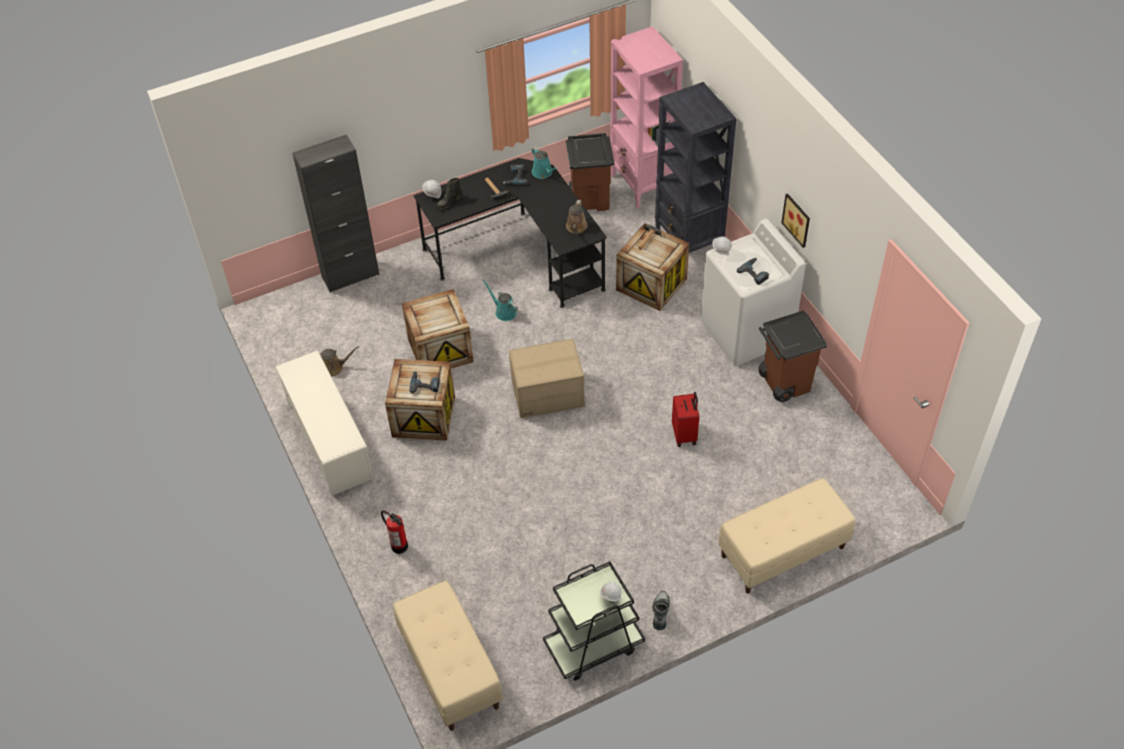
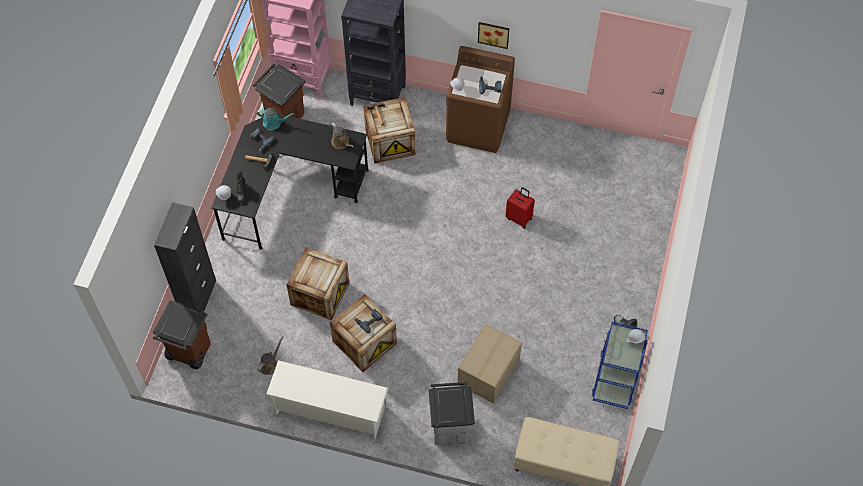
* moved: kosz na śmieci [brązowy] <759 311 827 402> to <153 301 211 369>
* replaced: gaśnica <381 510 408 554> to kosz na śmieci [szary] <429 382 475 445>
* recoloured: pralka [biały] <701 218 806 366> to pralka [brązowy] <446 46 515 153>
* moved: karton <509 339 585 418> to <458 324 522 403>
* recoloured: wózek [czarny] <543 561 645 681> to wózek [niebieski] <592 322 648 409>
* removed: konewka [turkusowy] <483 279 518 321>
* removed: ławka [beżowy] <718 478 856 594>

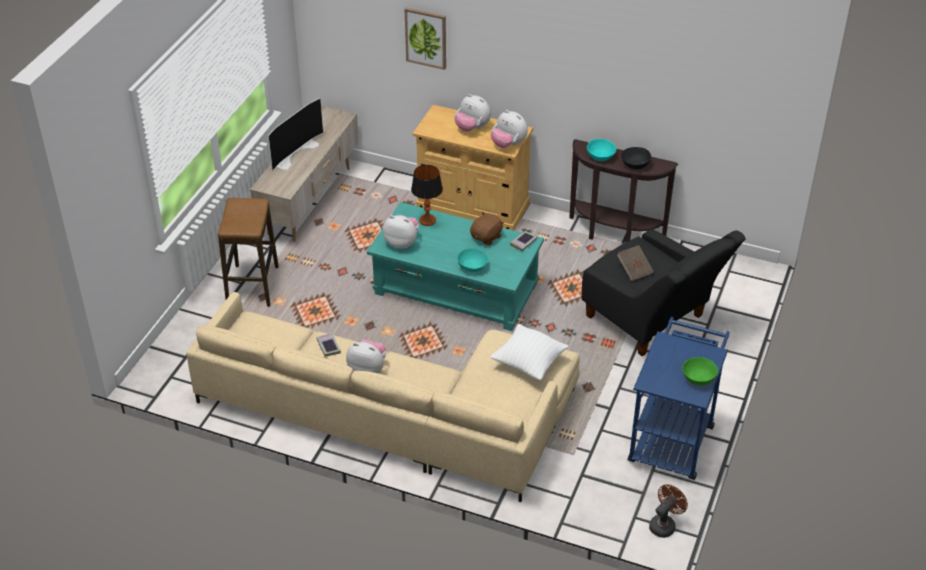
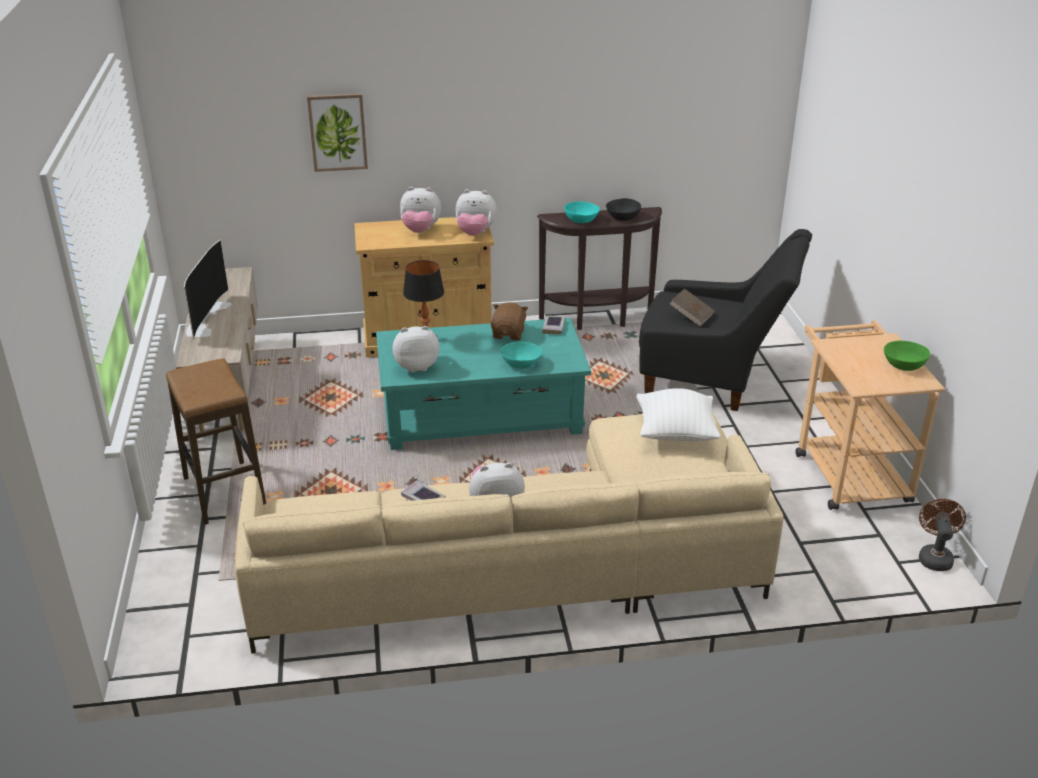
* recoloured: wózek [niebieski] <628 317 729 480> to wózek [beżowy] <795 320 945 510>

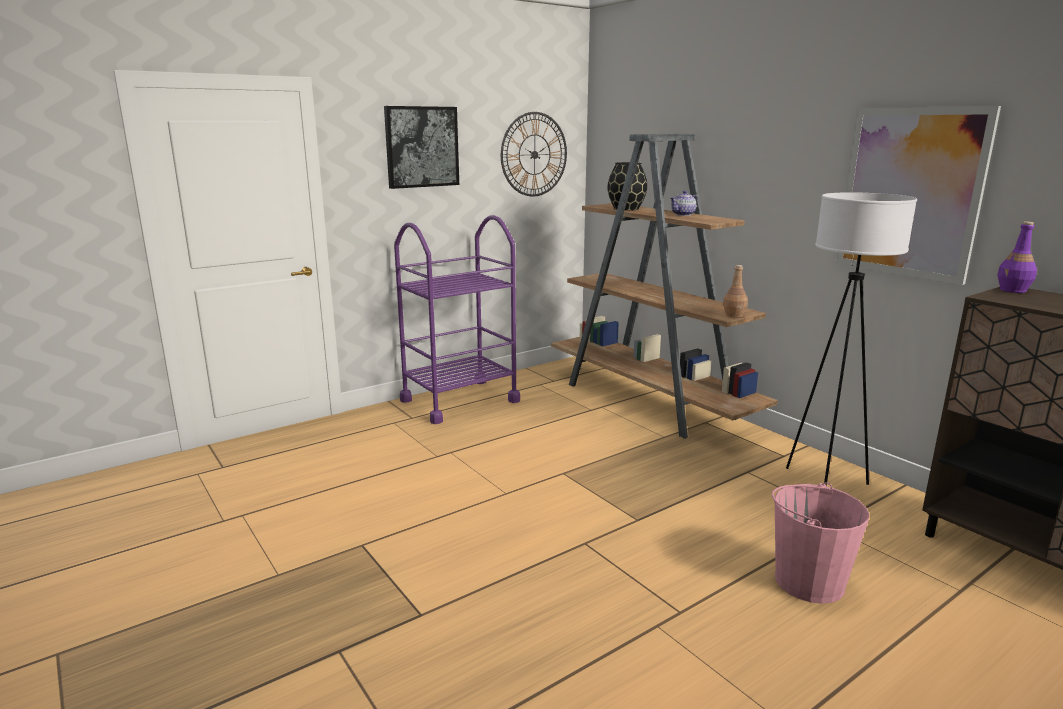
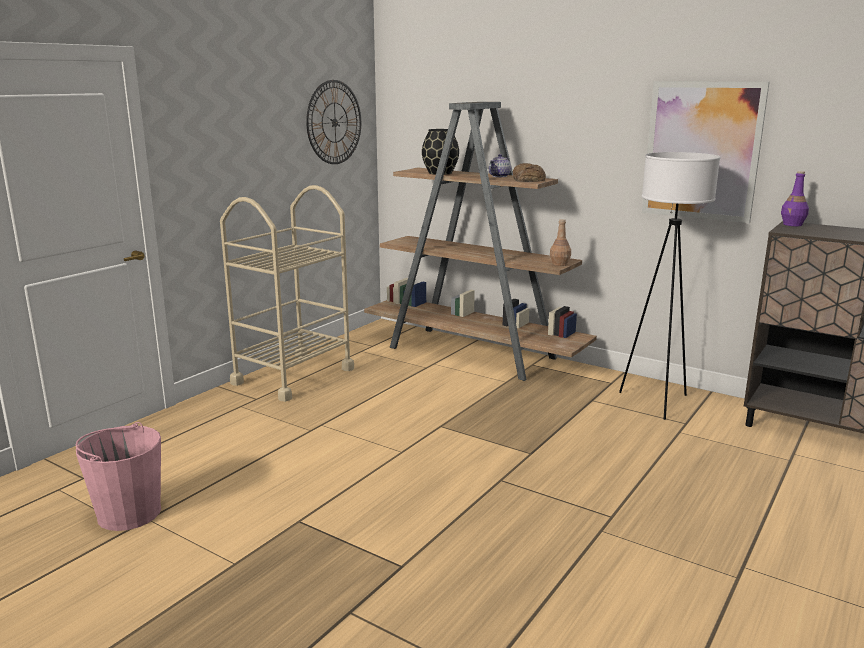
* moved: wiadro [różowy] <772 482 870 604> to <76 422 161 531>
* recoloured: wózek [fioletowy] <394 215 520 424> to wózek [beżowy] <220 185 354 402>
* added: chleb <513 163 546 182>
* removed: obraz <384 106 459 189>

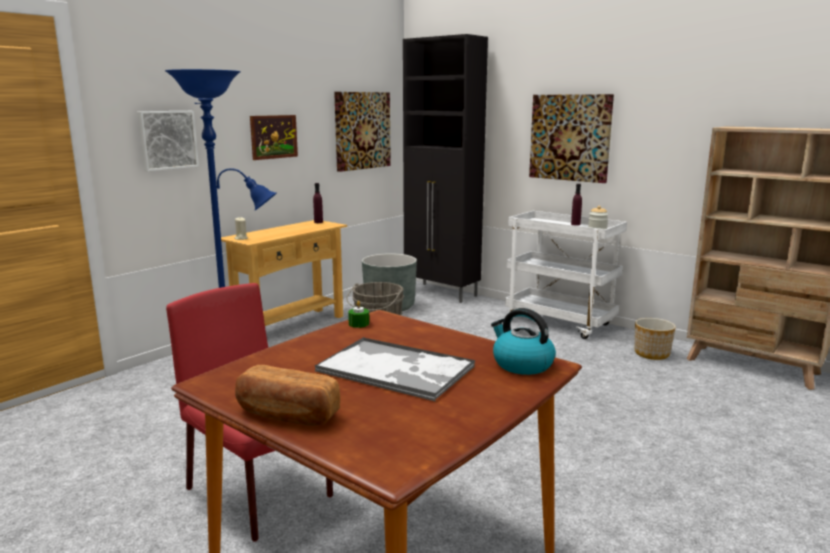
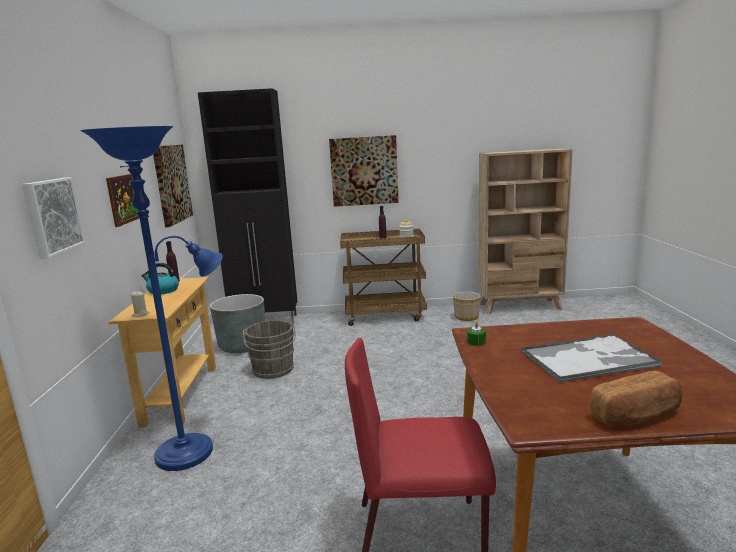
* moved: czajnik <491 308 556 375> to <141 263 179 294>
* recoloured: wózek [biały] <505 211 627 339> to wózek [brązowy] <340 229 427 326>

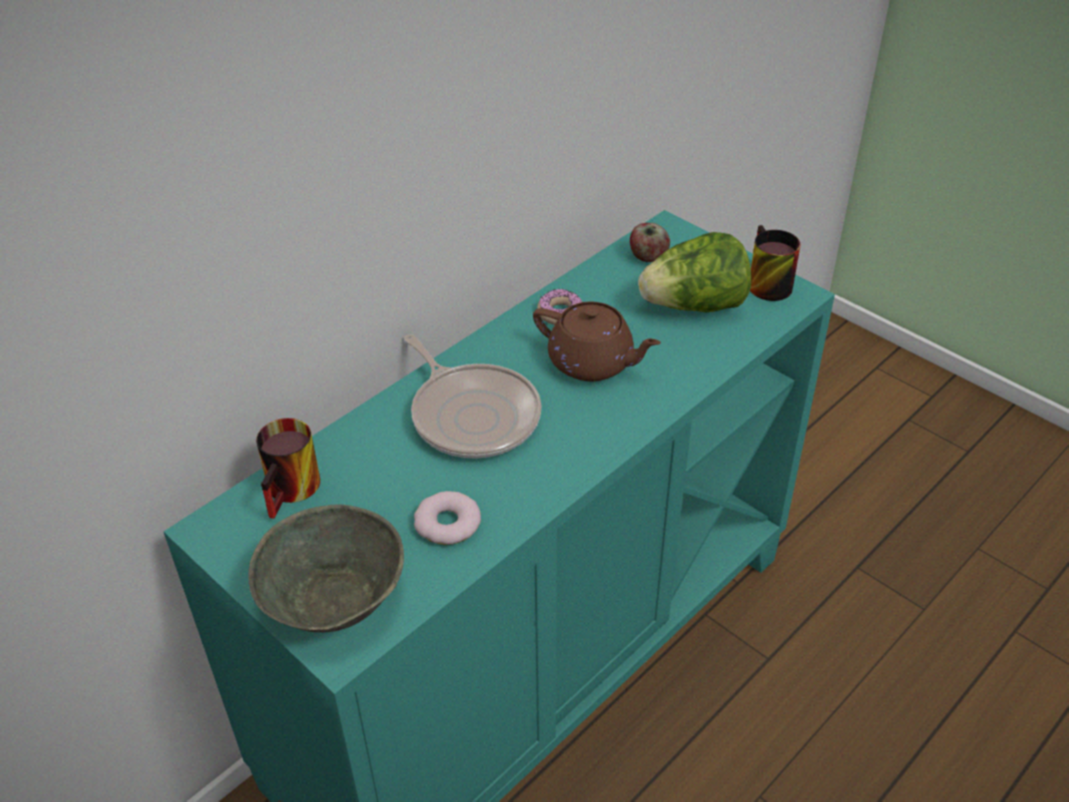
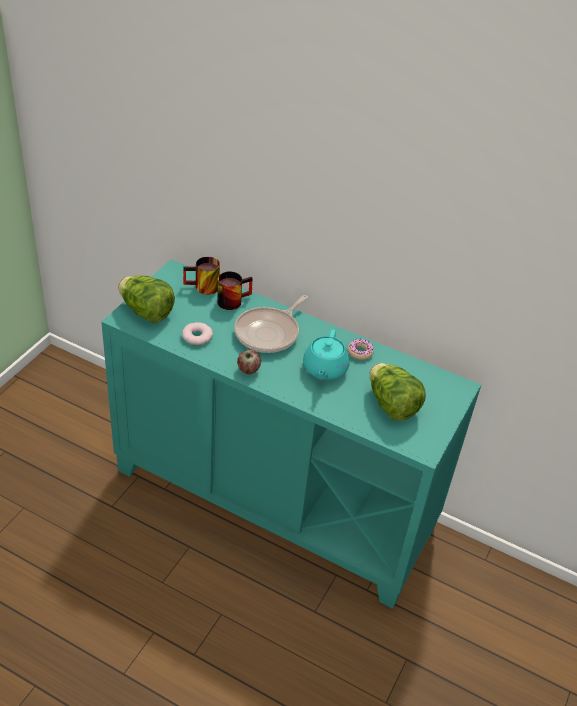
* replaced: miska [szary] <248 504 404 633> to sałata <118 276 175 323>
* moved: kubek <750 225 800 301> to <217 271 253 310>
* moved: jabłko <630 223 670 262> to <237 350 261 374>
* recoloured: imbryk [brązowy] <533 302 661 382> to imbryk [turkusowy] <303 329 350 380>

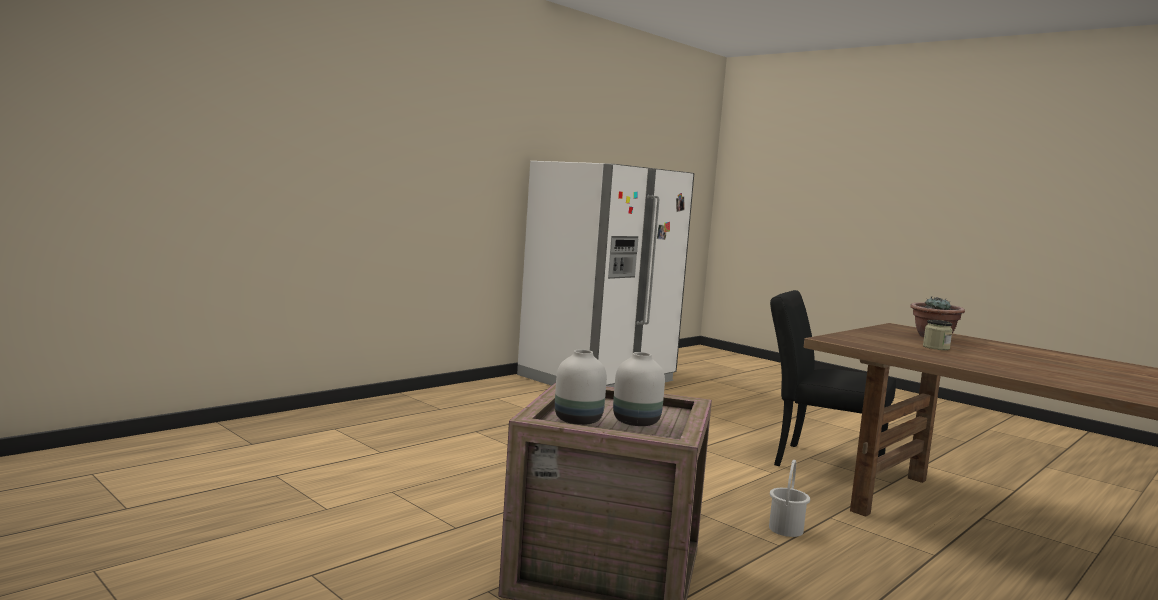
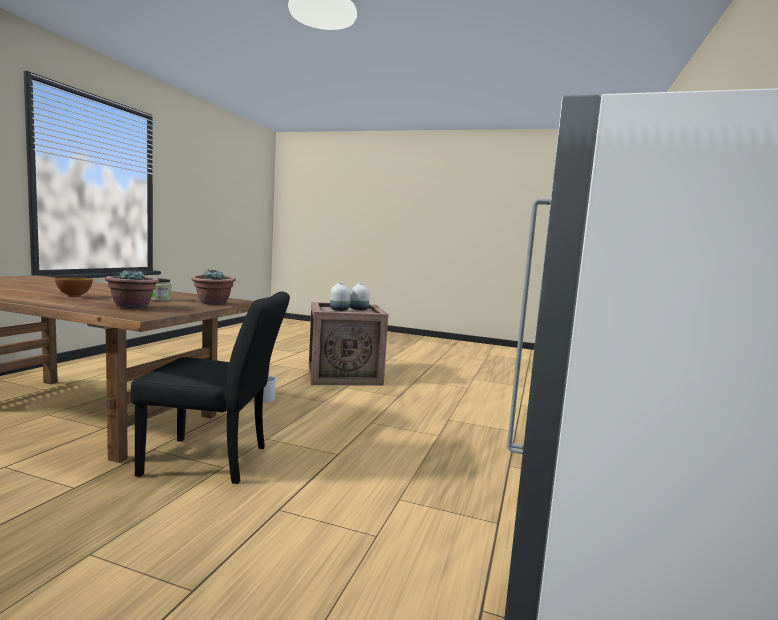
* added: miska <55 277 93 297>
* added: roślina doniczkowa <191 269 236 305>

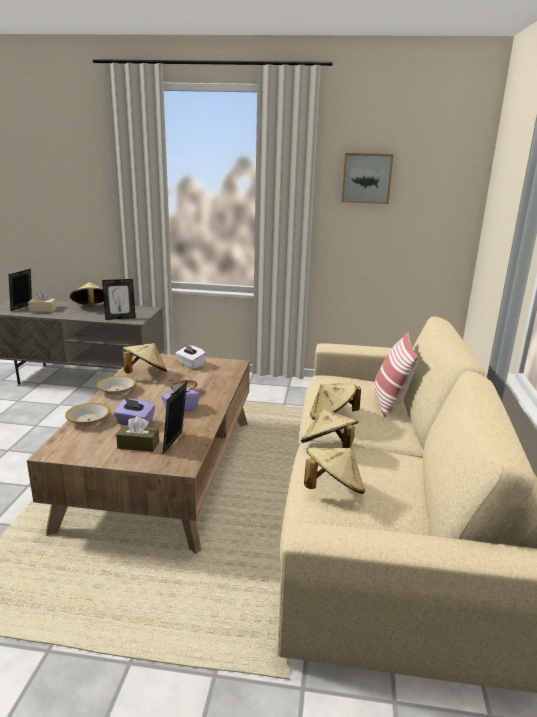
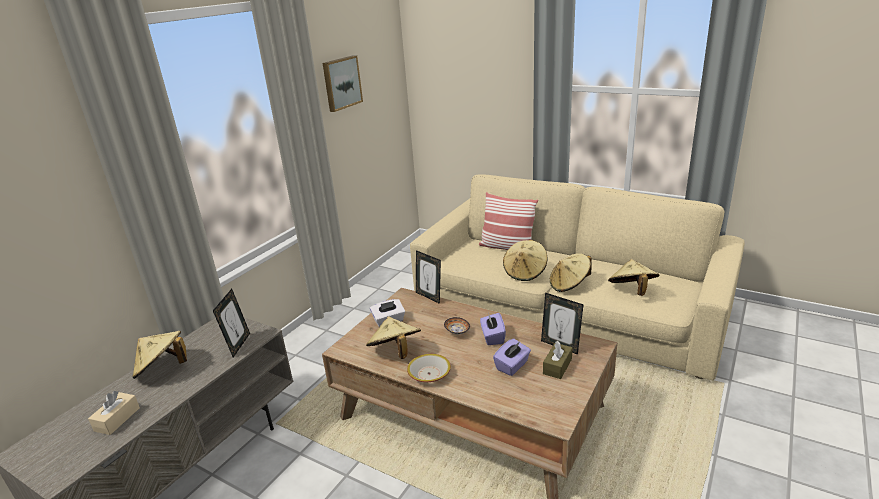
* moved: ramka na zdjęcie <9 269 32 311> to <416 250 441 304>
* removed: miska <65 403 110 426>

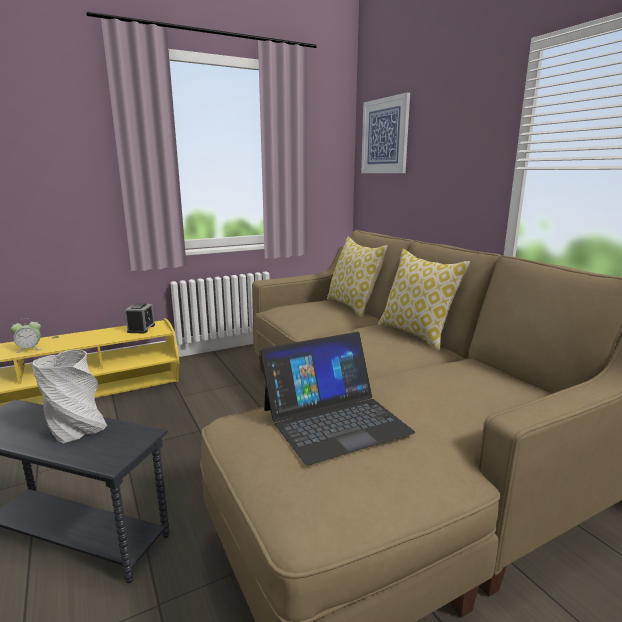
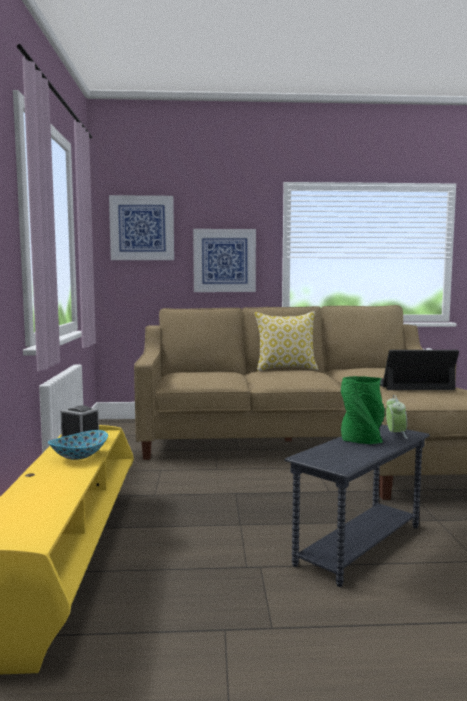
* added: miska <48 430 108 460>
* added: obraz <193 229 256 292>
* recoloured: wazon [szary] <32 349 107 444> to wazon [zielony] <341 376 385 444>
* turned: laptop <260 332 415 465> = <380 350 459 390> 90 degrees counterclockwise
* moved: budzik <10 318 41 353> to <386 395 407 439>
* removed: poduszka <327 237 388 317>

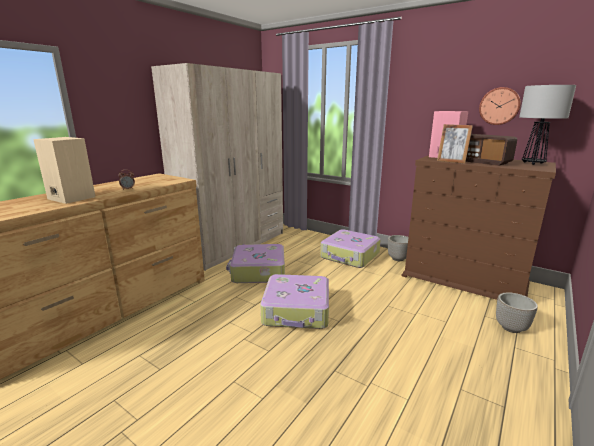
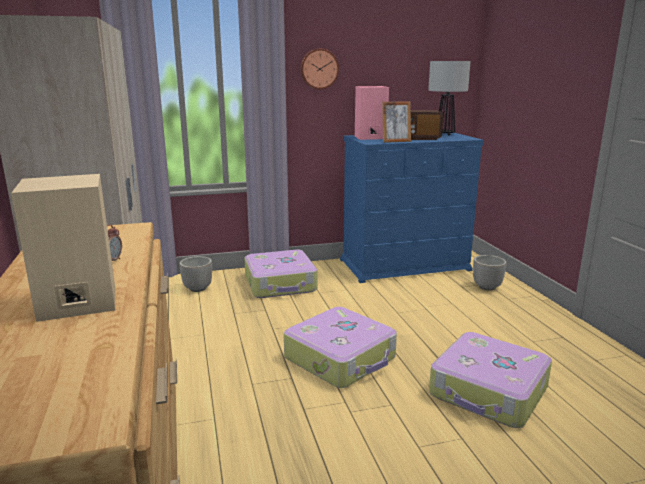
* moved: donica <388 235 408 261> to <179 256 212 292>
* moved: zegar ścienny <479 87 521 125> to <300 48 339 89>
* recoloured: komoda [brązowy] <402 155 556 300> to komoda [niebieski] <340 133 484 283>
* moved: walizka <226 244 285 283> to <429 332 552 428>

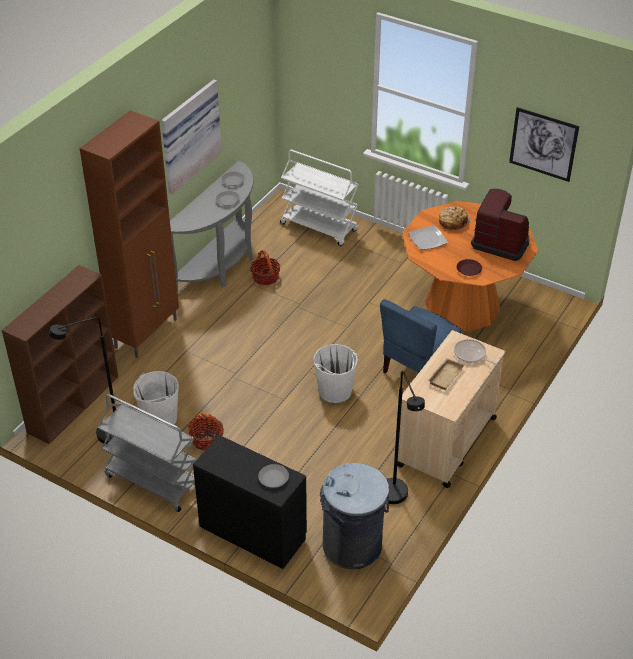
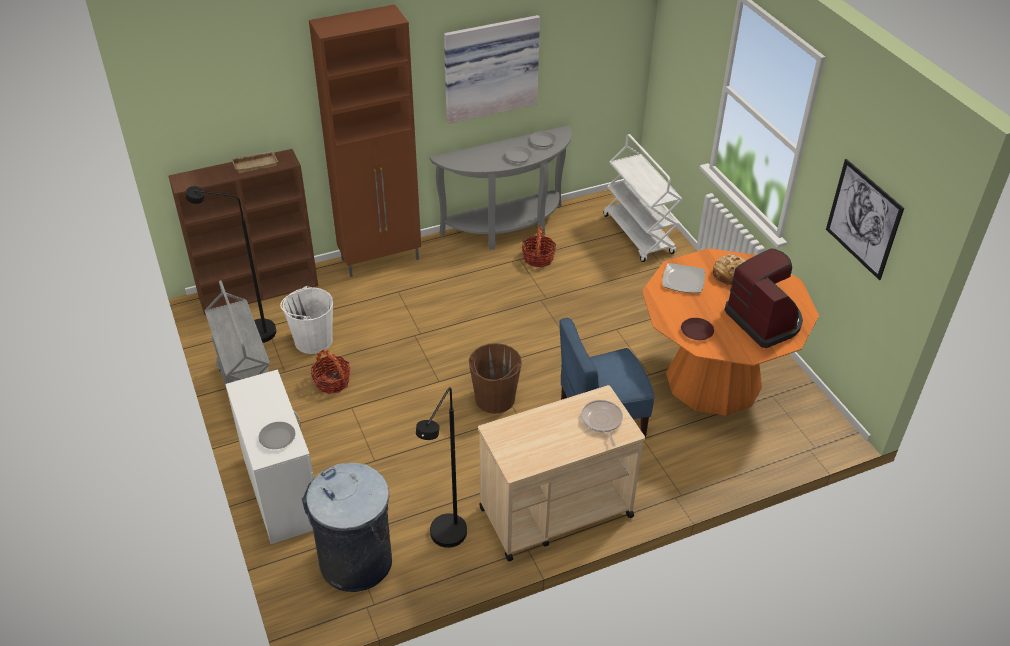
* recoloured: komoda [czarny] <193 435 307 569> to komoda [biały] <226 369 314 544>
* moved: taca [beżowy] <428 358 464 390> to <231 151 278 173>
* recoloured: wiadro [biały] <313 344 358 403> to wiadro [brązowy] <469 343 522 414>

